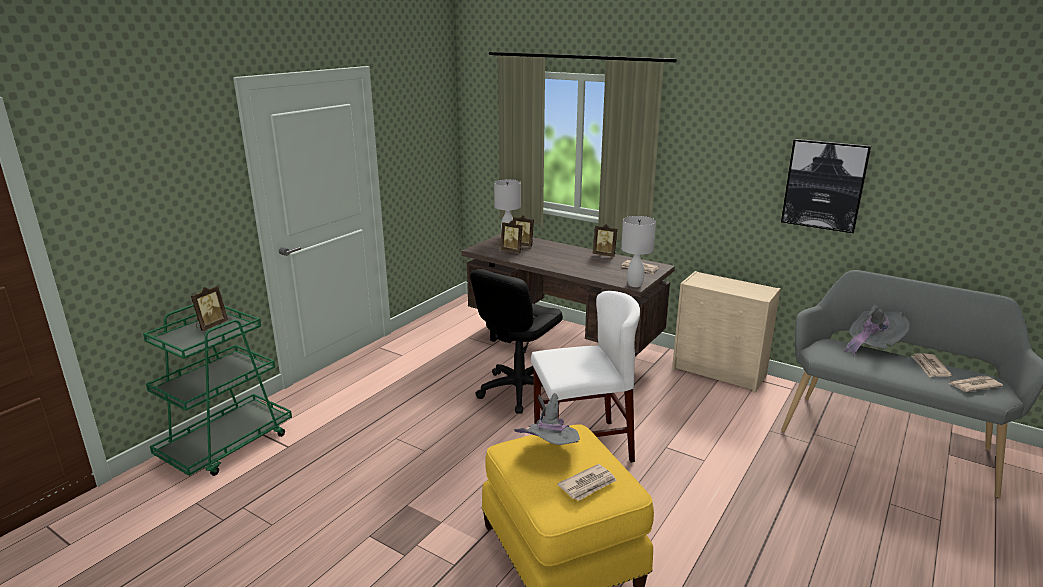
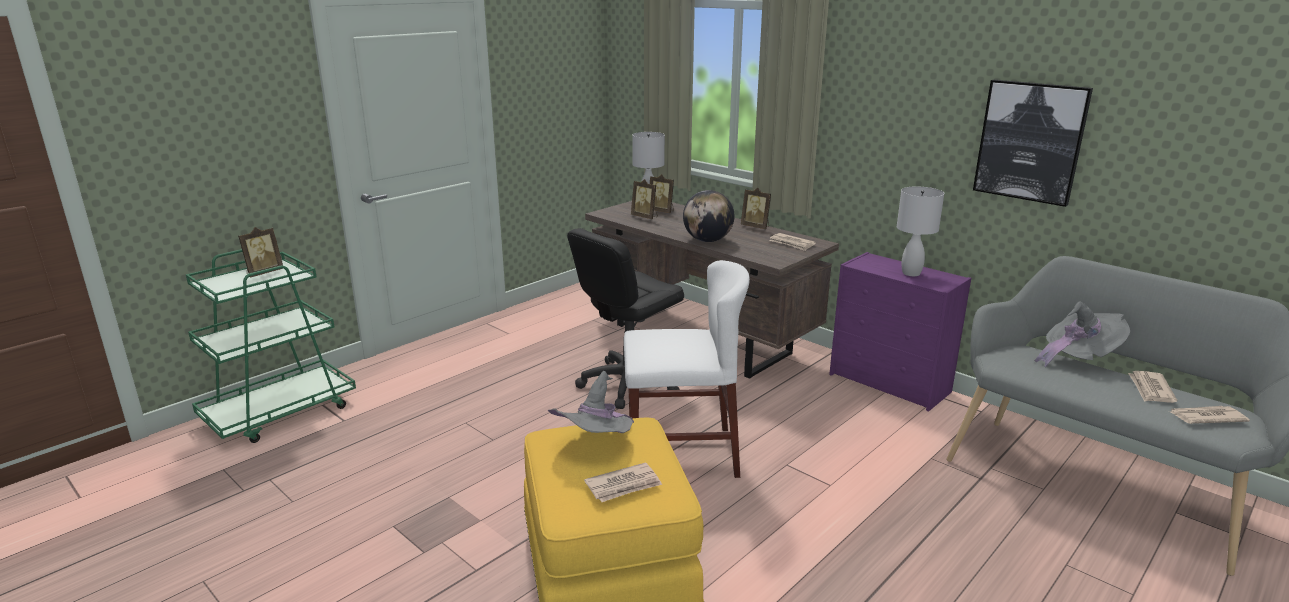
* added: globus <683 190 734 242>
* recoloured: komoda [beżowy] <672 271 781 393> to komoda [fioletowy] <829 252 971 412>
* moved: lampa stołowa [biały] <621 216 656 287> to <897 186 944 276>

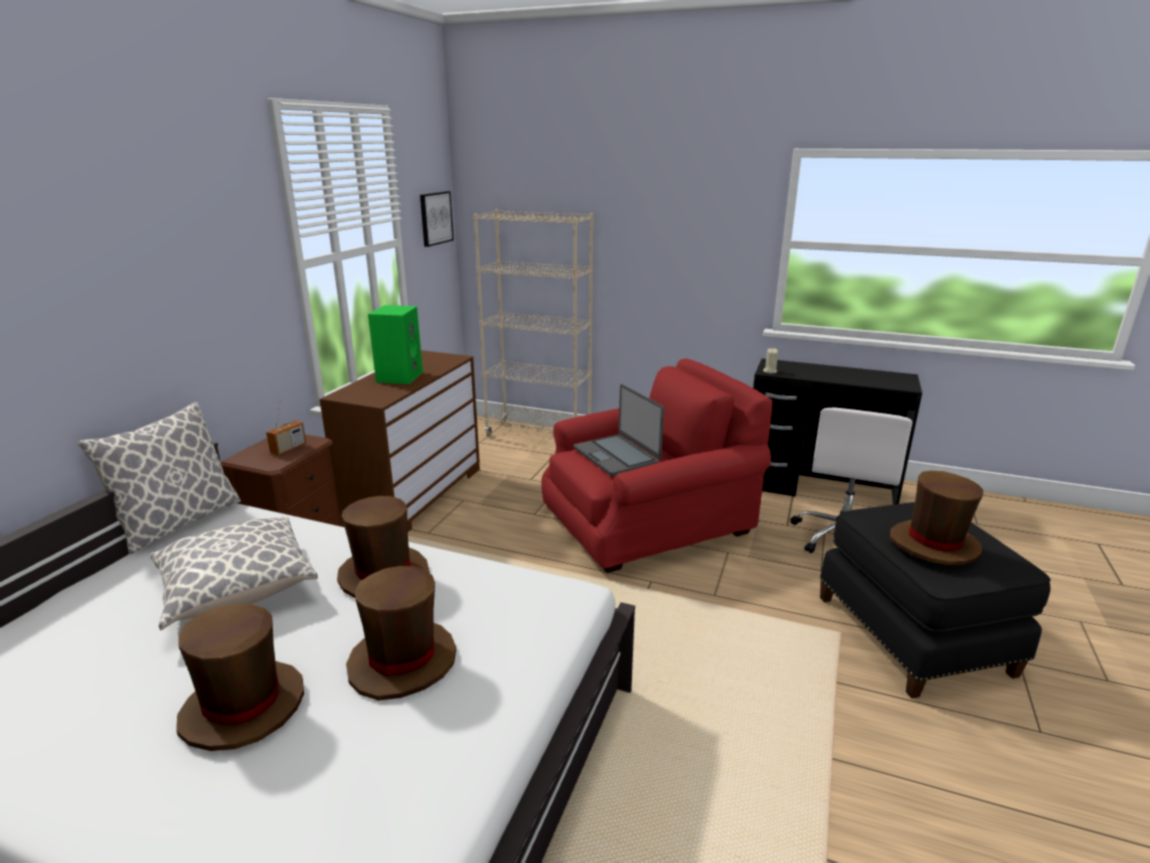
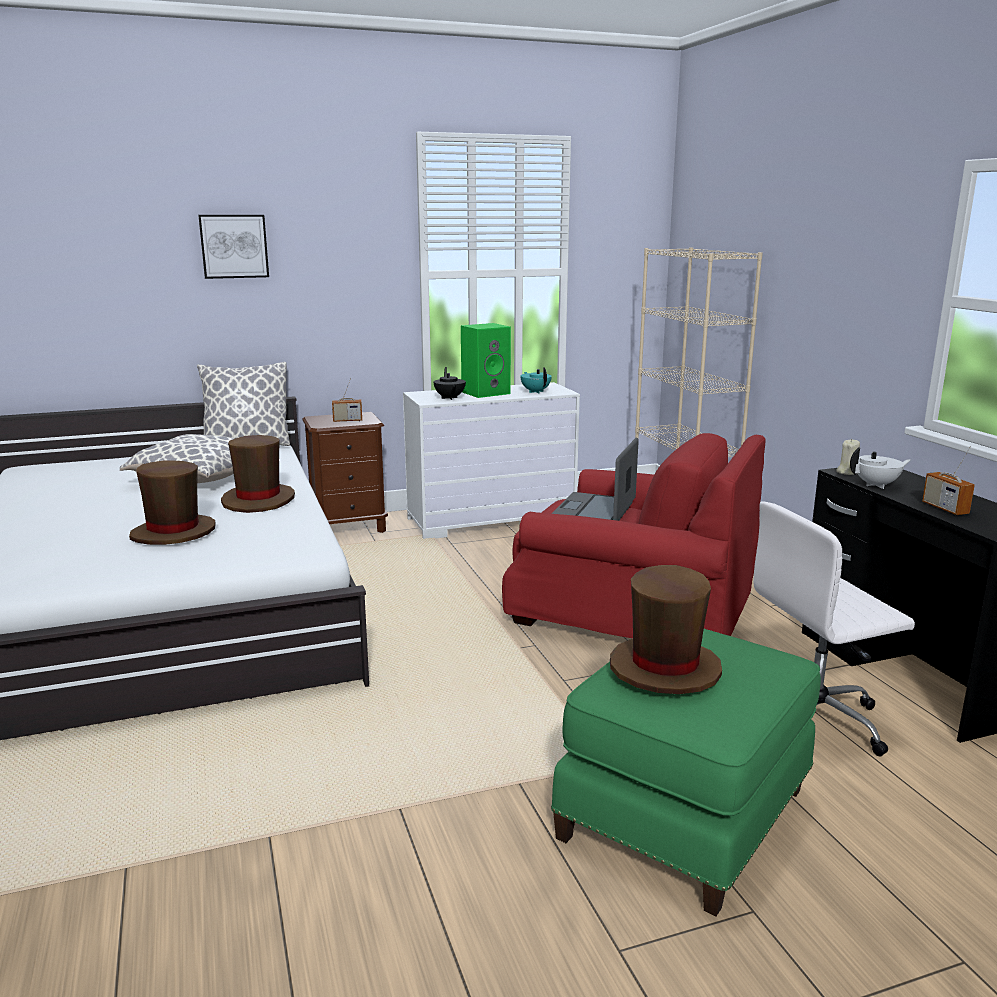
* moved: obraz <420 191 454 247> to <198 215 269 279>
* recoloured: komoda [brązowy] <319 350 480 532> to komoda [biały] <403 382 580 539>
* added: imbryk [czarny] <434 367 466 400>
* added: imbryk [turkusowy] <520 367 552 393>
* recoloured: pufa [czarny] <820 502 1051 698> to pufa [zielony] <551 629 821 916>
* added: imbryk [biały] <850 447 911 489>
* added: radio <922 446 975 515>
* removed: kapelusz [brązowy] <176 604 304 751>

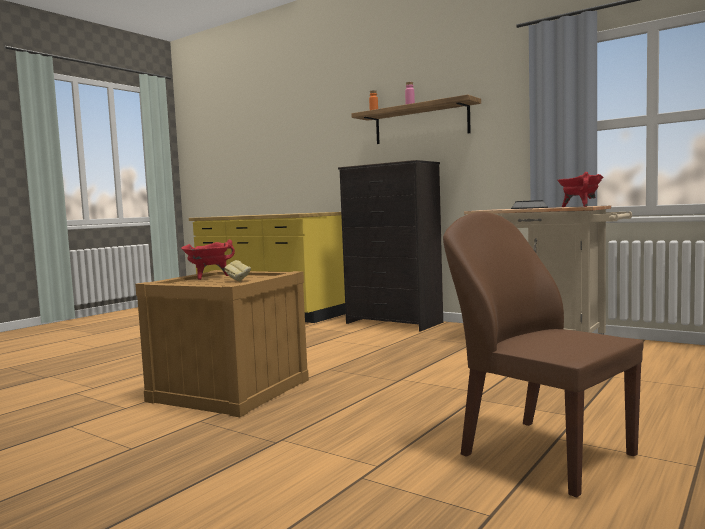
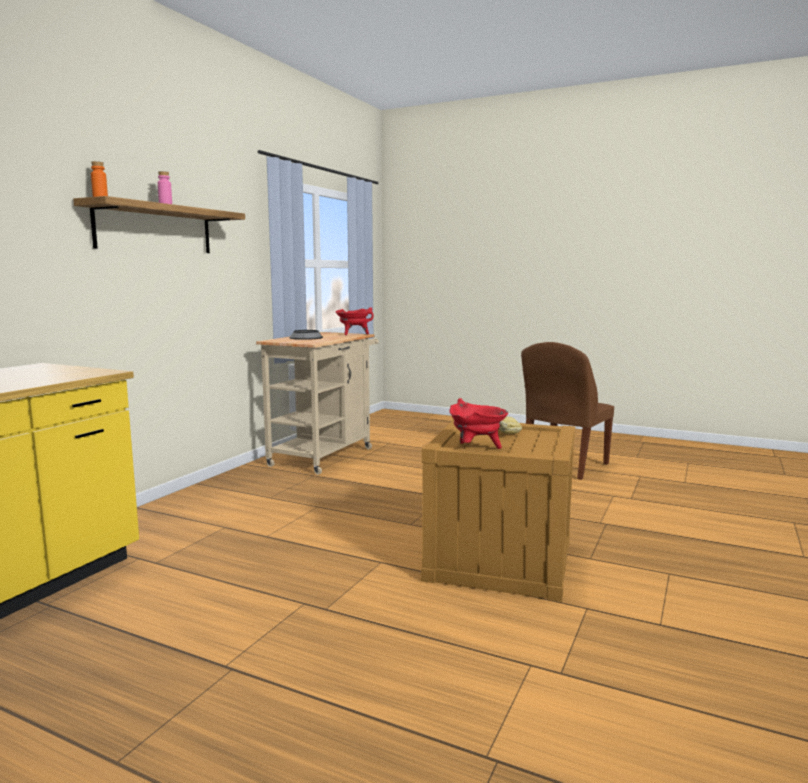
* removed: komoda [czarny] <338 160 443 332>

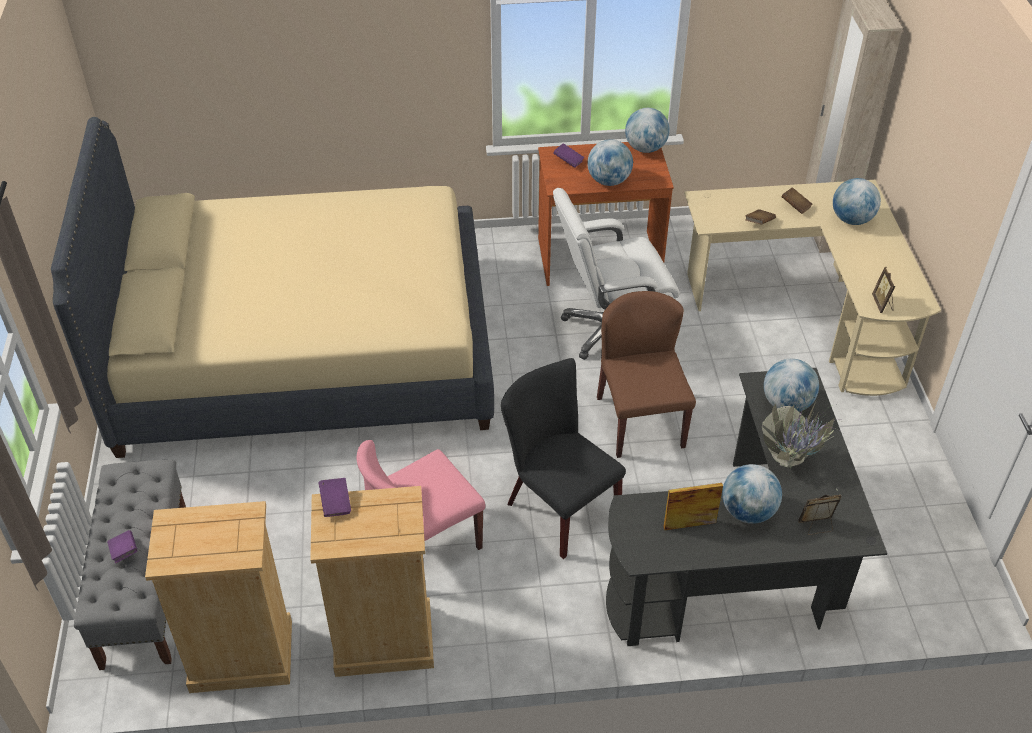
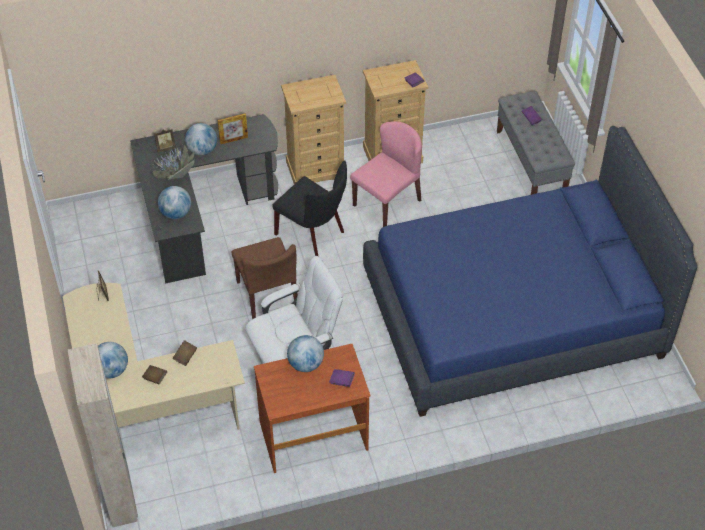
* moved: komoda [beżowy] <145 501 292 693> to <281 75 346 184>
* recoloured: łóżko [beżowy] <51 117 494 458> to łóżko [niebieski] <363 126 697 417>
* removed: globus <625 108 670 153>

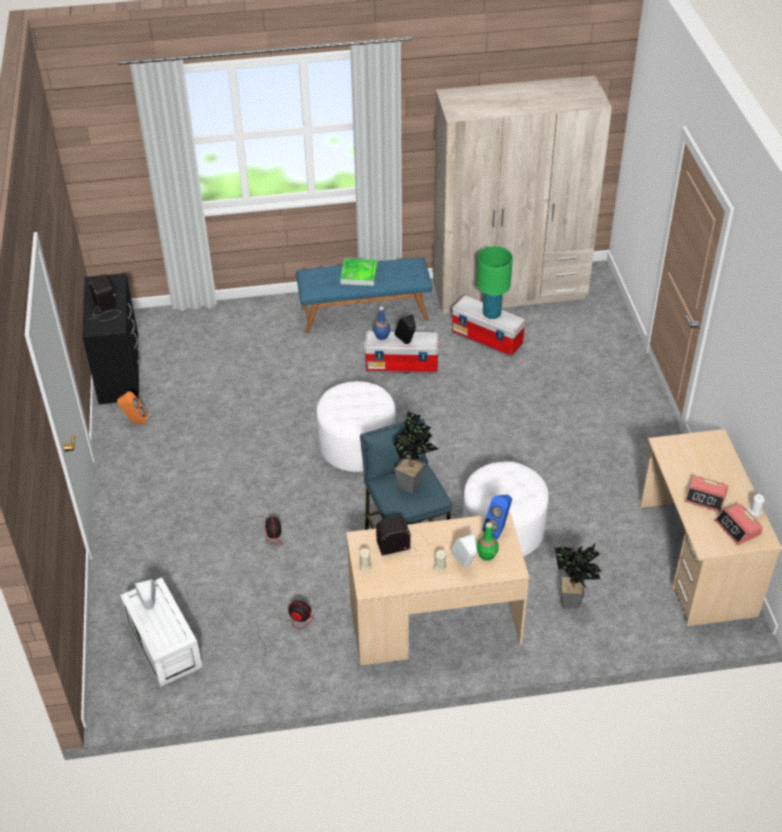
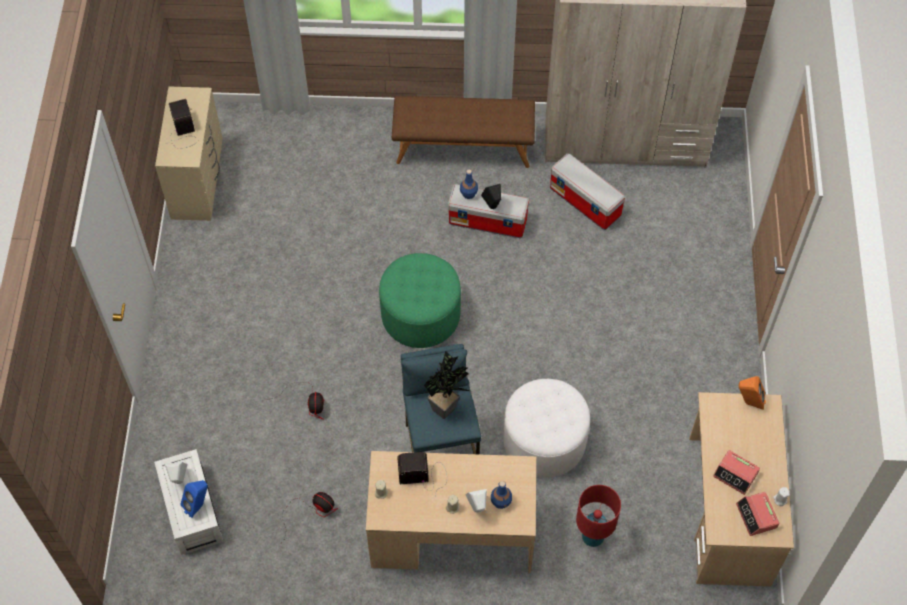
* recoloured: komoda [czarny] <82 273 141 404> to komoda [beżowy] <155 86 223 221>
* moved: głośnik [niebieski] <483 495 512 540> to <180 480 208 518>
* recoloured: pufa [biały] <317 381 396 472> to pufa [zielony] <379 253 461 348>
* recoloured: ławka [niebieski] <296 258 433 334> to ławka [brązowy] <392 96 535 168>
* recoloured: butelka [zielony] <477 522 499 561> to butelka [niebieski] <491 481 512 509>
* replaced: roślina doniczkowa <555 543 601 608> to lampa stołowa [czerwony] <576 485 621 547>
* moved: głośnik [pomarańczowy] <117 391 148 424> to <739 376 766 410>
* removed: taca <340 258 377 286>
* removed: lampa stołowa [zielony] <477 246 513 319>

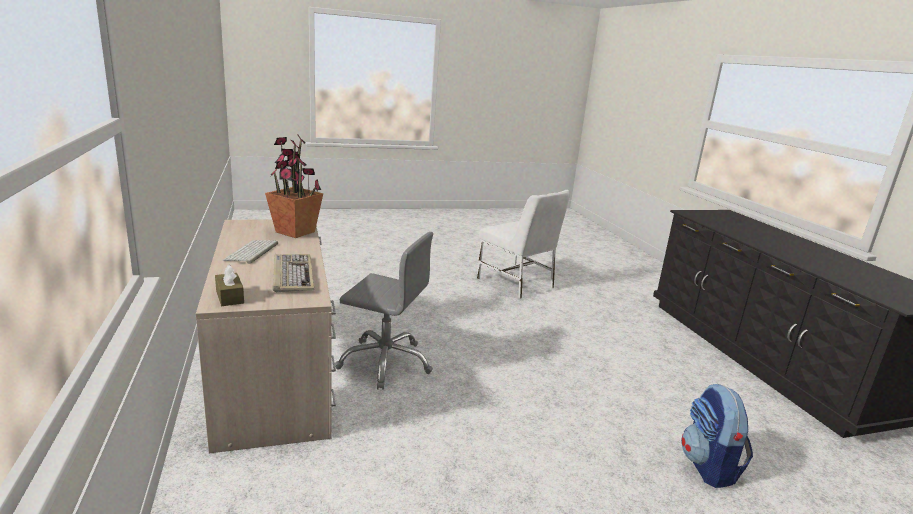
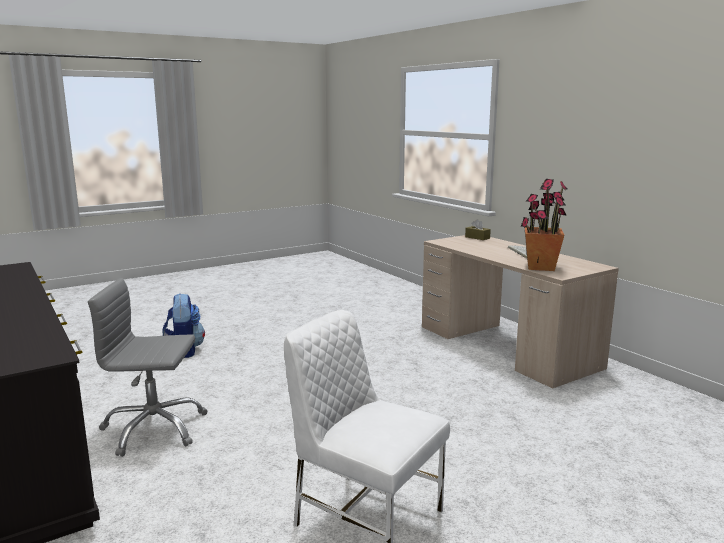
* moved: krzesło biurowe [szary] <335 232 433 390> to <88 278 207 457>
* removed: klawiatura <272 254 314 292>

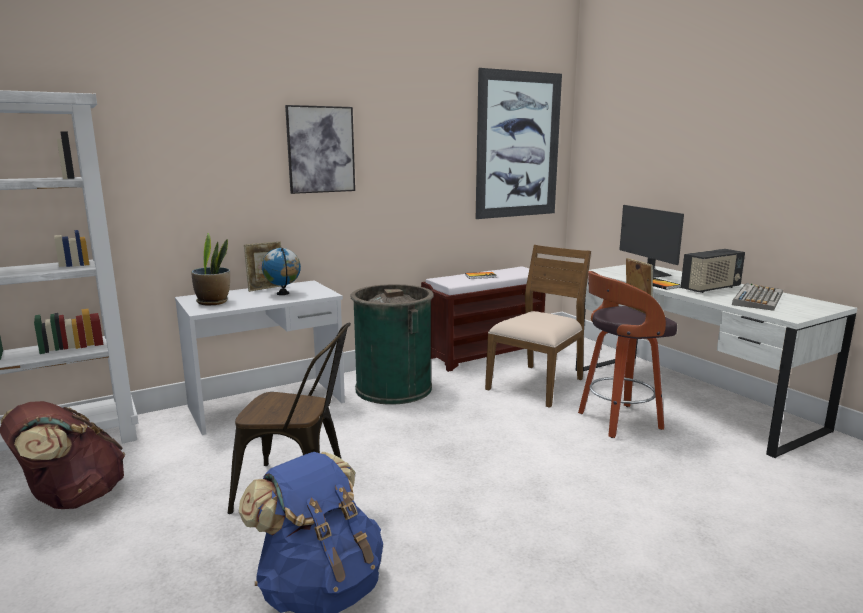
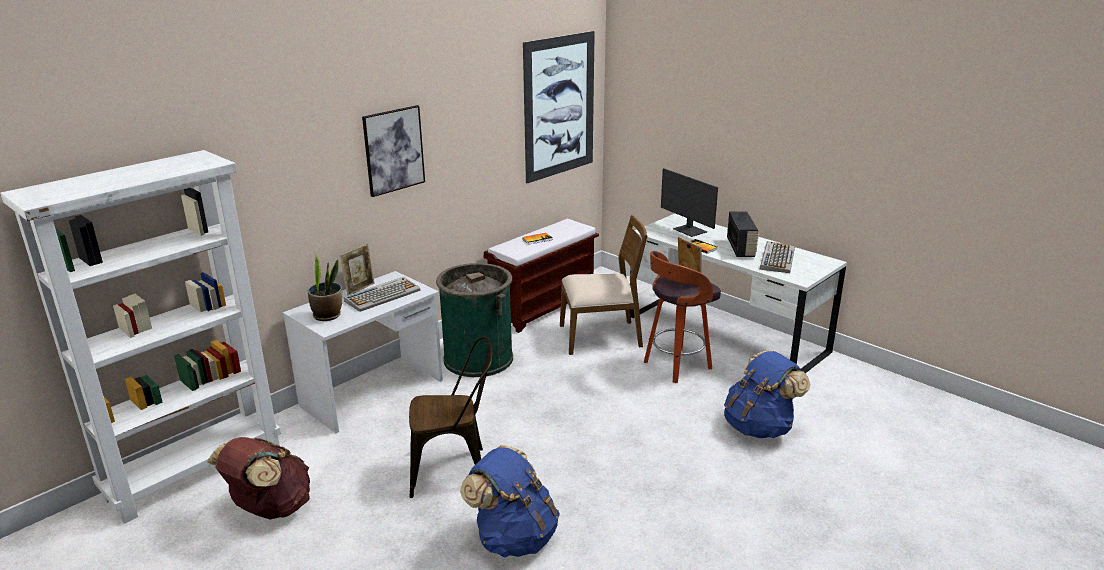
* replaced: globus <262 248 301 295> to klawiatura <343 277 420 312>
* turned: krzesło [brązowy] <485 245 591 408> = <560 215 647 355> 60 degrees clockwise
* added: plecak [niebieski] <724 350 811 438>
* turned: radio <681 249 745 293> = <727 212 758 257> 45 degrees counterclockwise

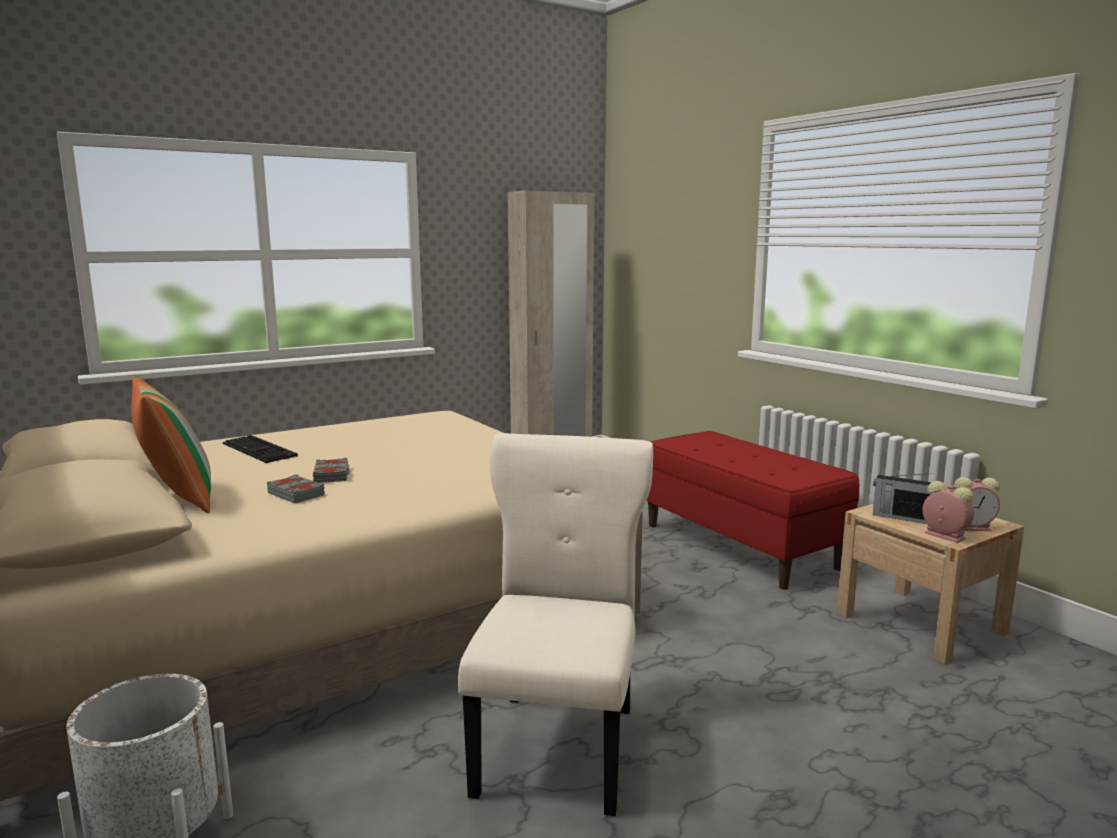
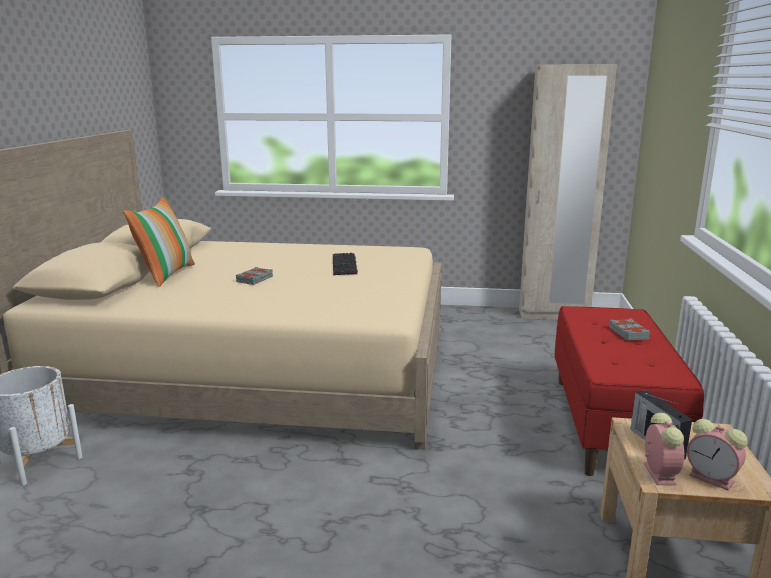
* moved: klawiatura <223 435 298 463> to <333 253 358 275>
* moved: książka [szary] <267 474 325 503> to <609 318 650 341>
* removed: krzesło [beżowy] <458 433 653 816>

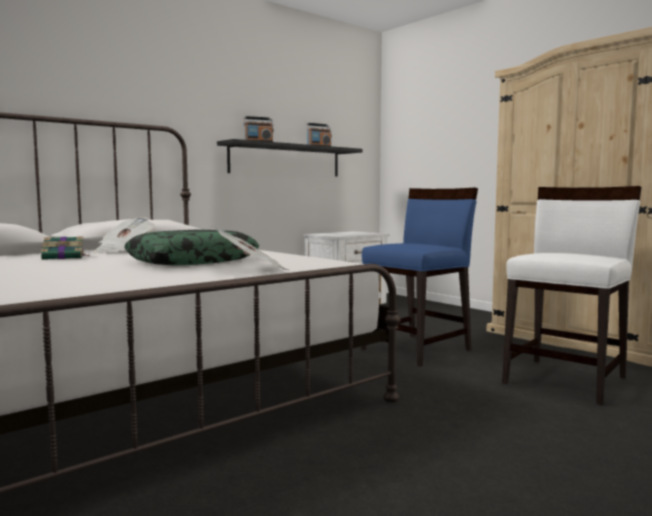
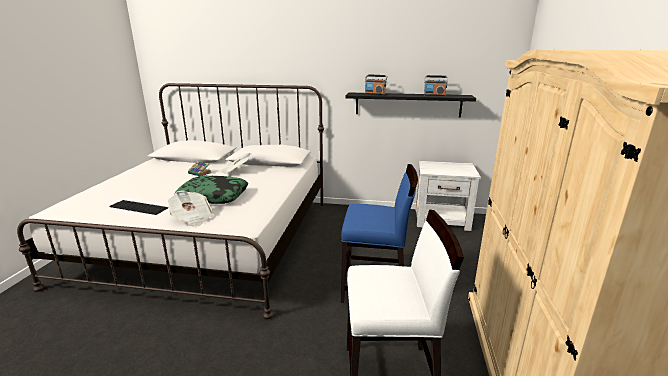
* added: klawiatura <109 200 168 215>

